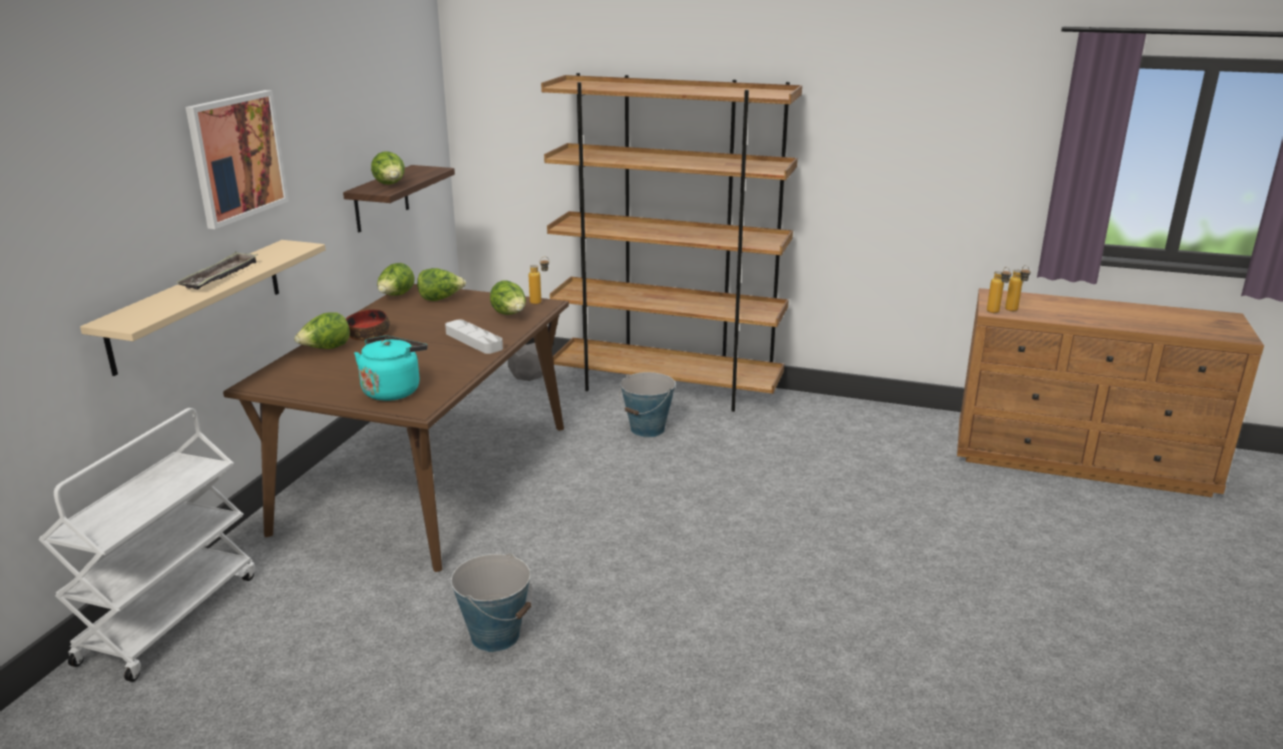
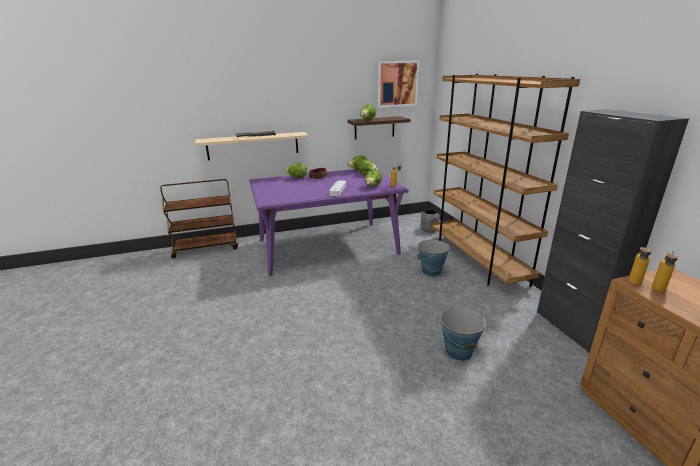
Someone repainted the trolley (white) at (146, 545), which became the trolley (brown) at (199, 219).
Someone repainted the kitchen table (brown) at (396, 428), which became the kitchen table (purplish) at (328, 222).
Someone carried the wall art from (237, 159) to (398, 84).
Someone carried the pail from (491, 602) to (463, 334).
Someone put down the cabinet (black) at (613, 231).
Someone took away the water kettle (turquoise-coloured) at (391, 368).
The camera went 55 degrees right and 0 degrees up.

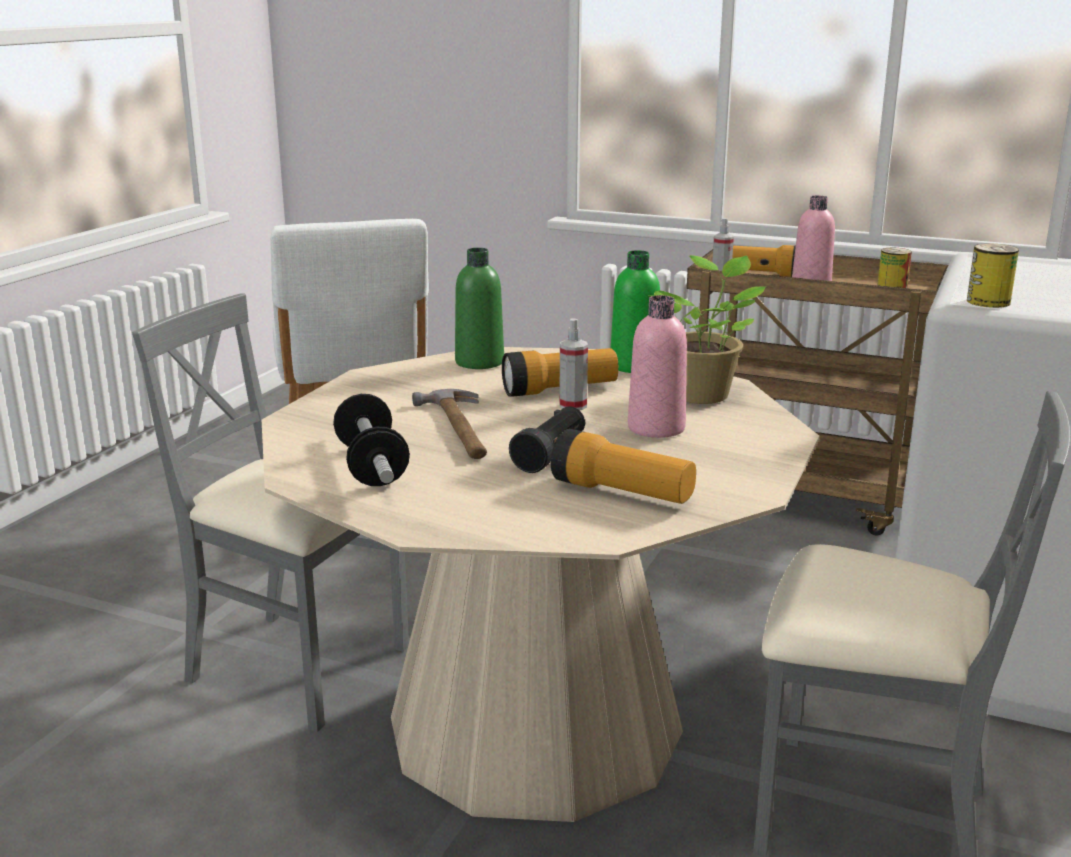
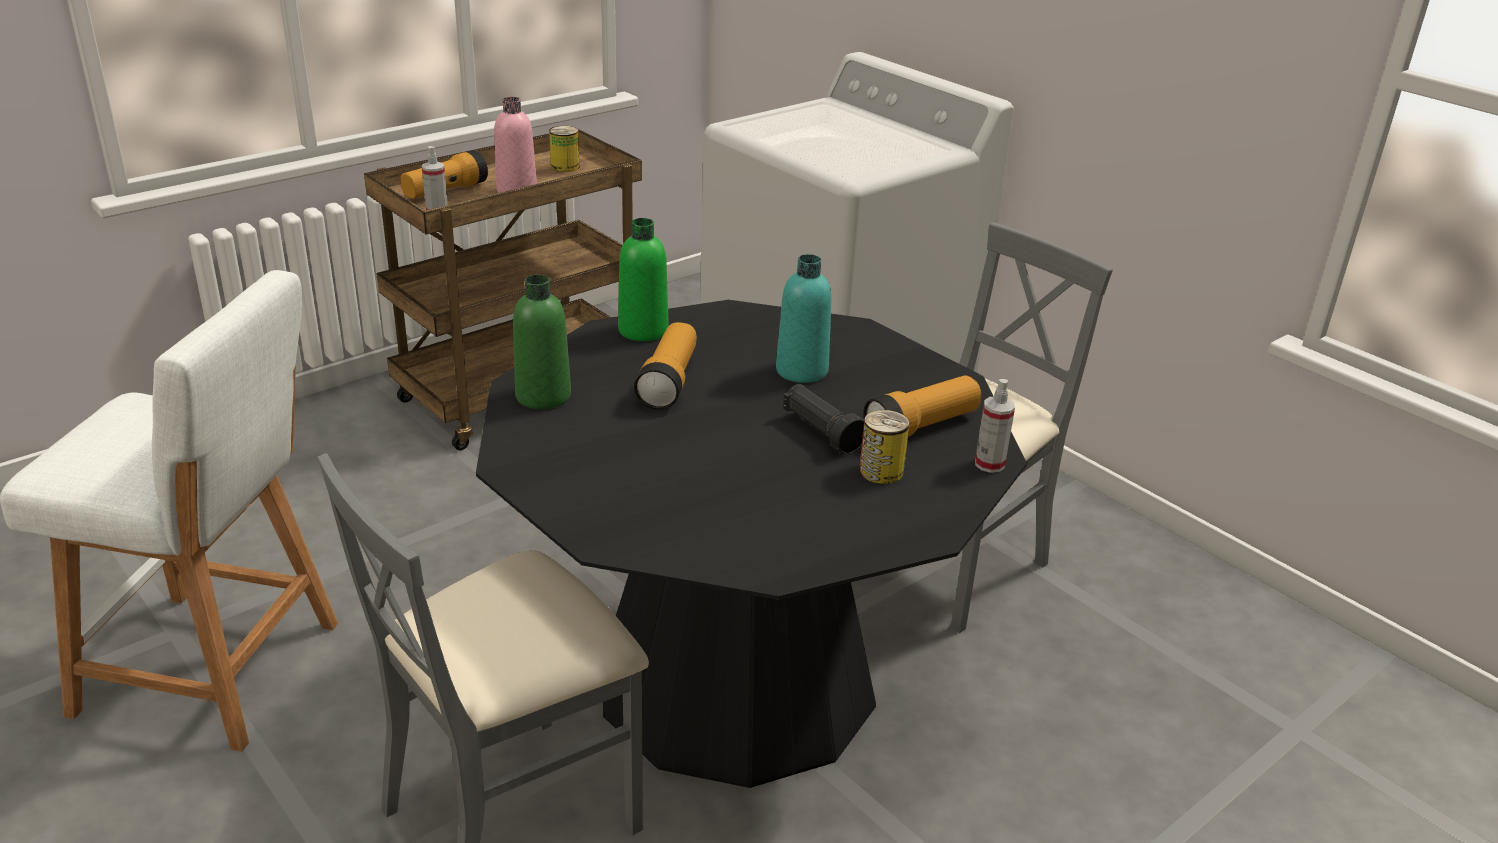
Someone repainted the kitchen table (beige-coloured) at (540, 584), which became the kitchen table (black) at (751, 544).
Someone repainted the drink bottle (pink) at (657, 366), which became the drink bottle (turquoise-coloured) at (804, 318).
Someone carried the sealed can from (993, 275) to (884, 447).
Someone carried the sprayer from (573, 364) to (995, 426).
Someone took away the dumbbell at (371, 440).
Someone took away the tool hammer at (449, 424).
Someone took away the potted plant at (707, 329).
The camera went 65 degrees left and 10 degrees up.

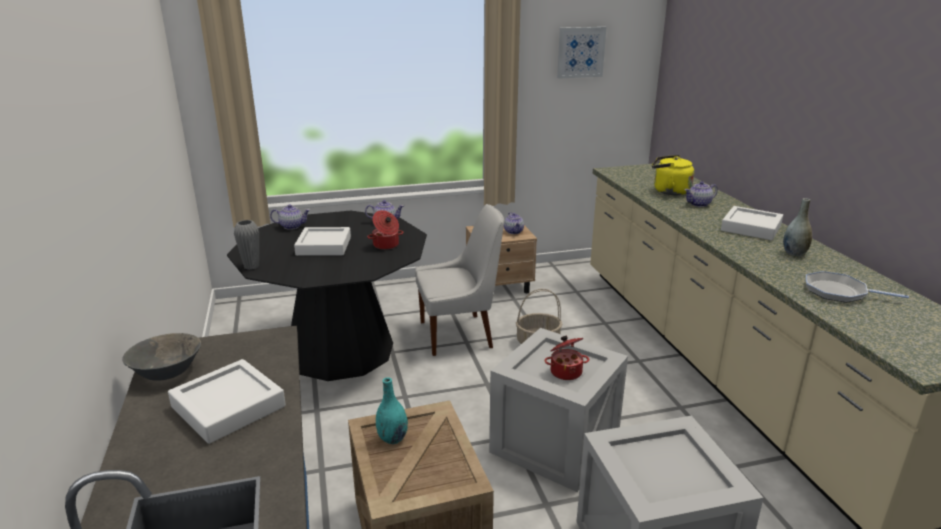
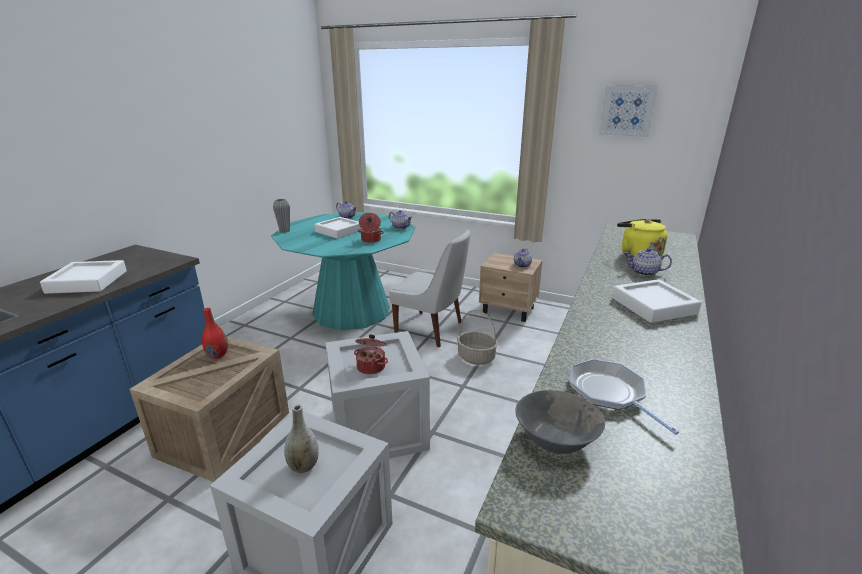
Someone repainted the vase (turquoise-coloured) at (392, 410), which became the vase (red-coloured) at (215, 333).
Someone repainted the kitchen table (black) at (327, 296), which became the kitchen table (turquoise-coloured) at (343, 271).
Someone carried the vase (gray) from (797, 227) to (301, 438).
Someone carried the serving bowl (gray) from (161, 357) to (560, 422).
The camera went 40 degrees right and 0 degrees up.

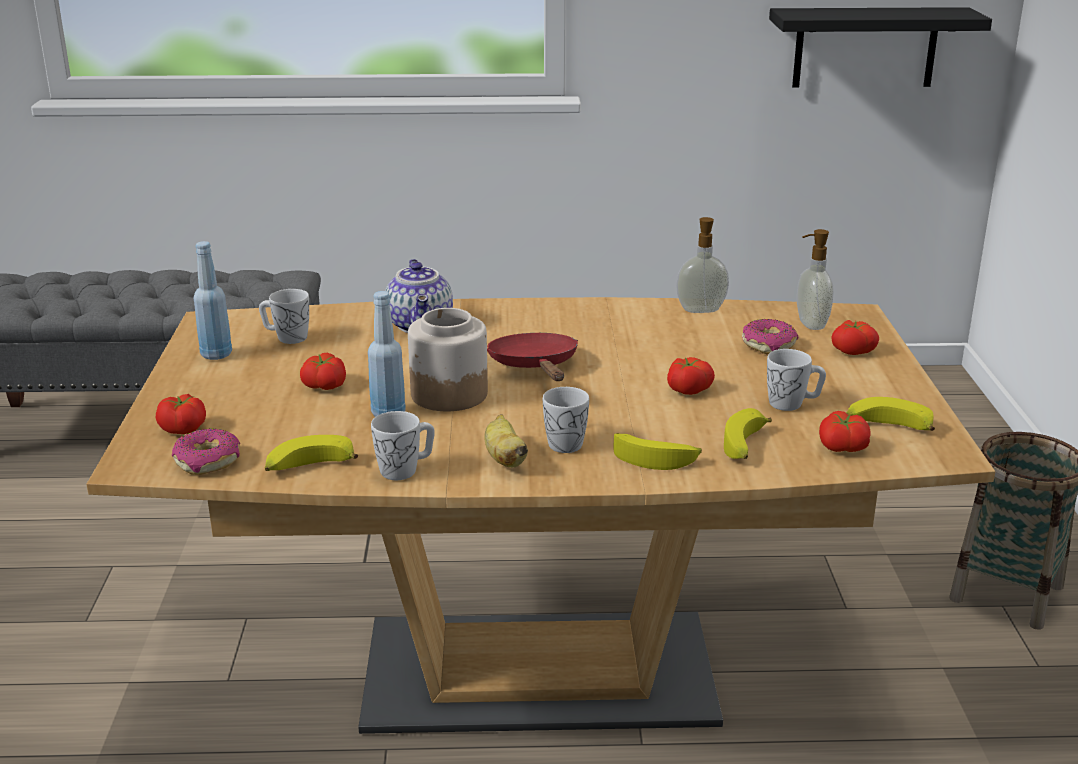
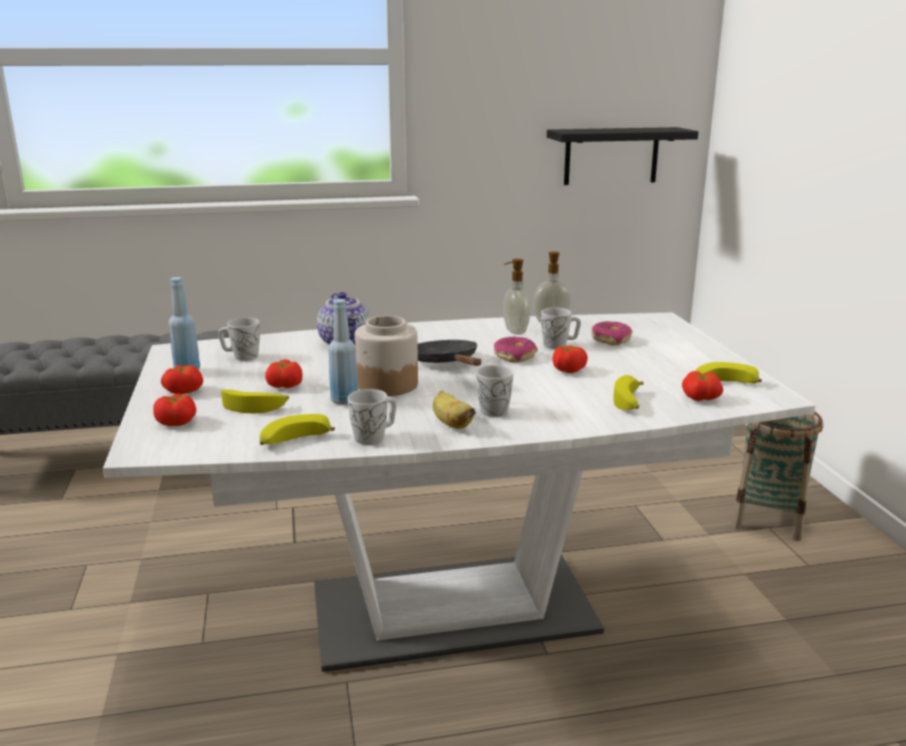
Someone repainted the kitchen table (brown) at (540, 515), which became the kitchen table (white) at (459, 492).
Someone carried the tomato from (855, 337) to (182, 379).
Someone carried the banana from (658, 451) to (255, 401).
Someone repainted the skillet (red-coloured) at (532, 357), which became the skillet (black) at (449, 353).
Someone carried the doughnut from (206, 451) to (516, 350).
Someone carried the liquid soap bottle from (815, 279) to (516, 297).
Someone carried the coffee mug (white) from (796, 380) to (561, 328).
The camera went 10 degrees left and 5 degrees down.

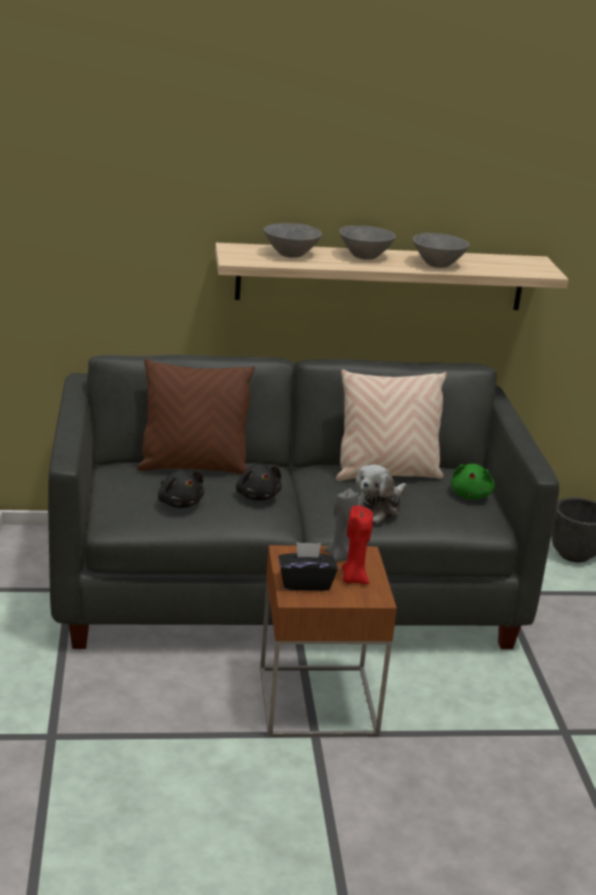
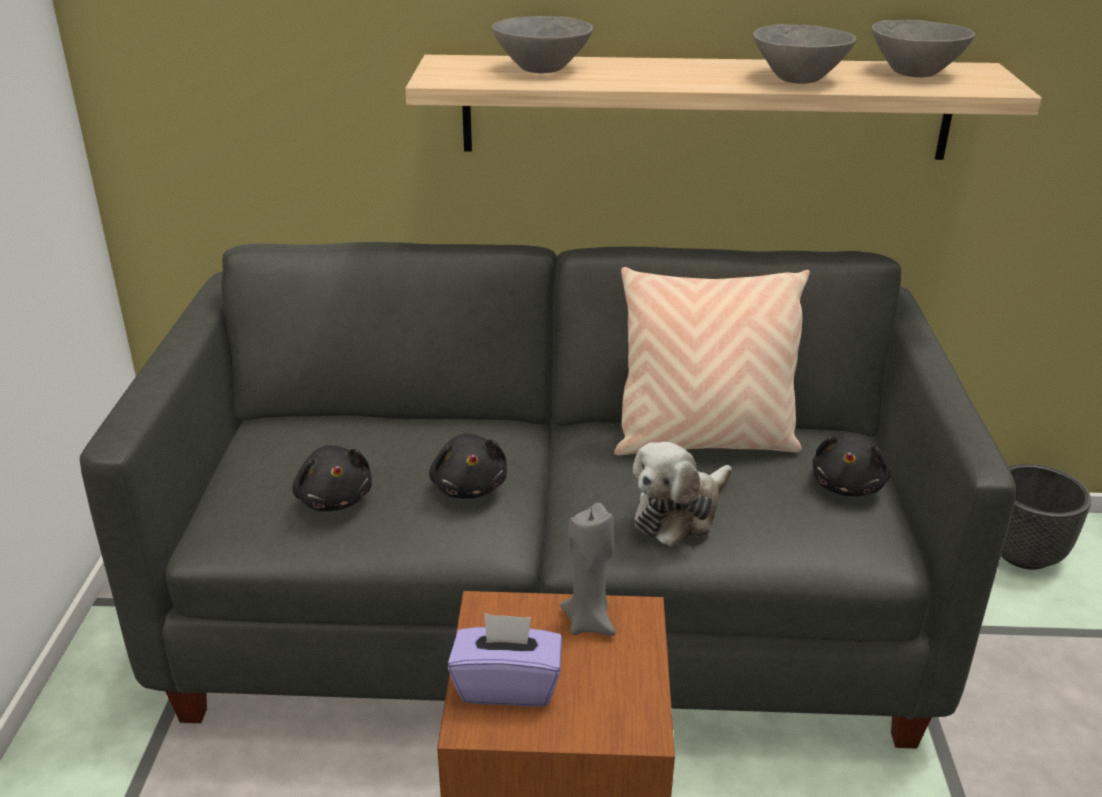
Someone repainted the tissue box (black) at (308, 566), which became the tissue box (purplish) at (505, 660).
Someone repainted the cuddly toy (green) at (473, 481), which became the cuddly toy (black) at (852, 465).
Someone carried the serving bowl (gray) from (367, 242) to (923, 48).
Someone took away the cushion (brown) at (196, 416).
Someone took away the wax candle (red-coloured) at (357, 544).
The camera went 10 degrees right and 5 degrees up.

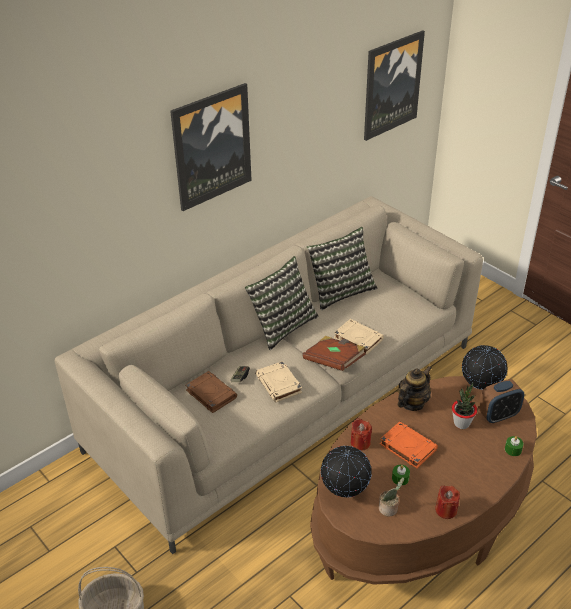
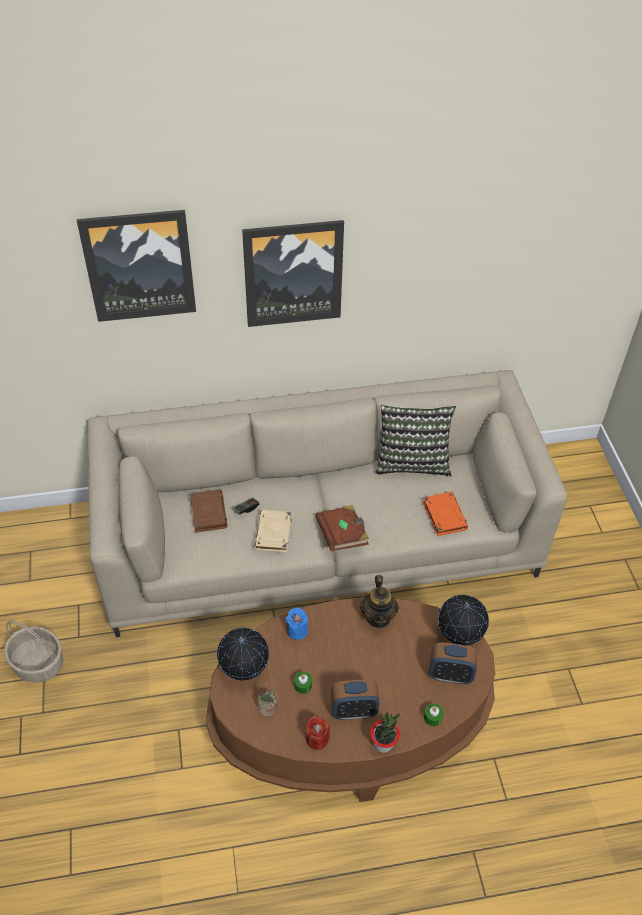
Someone carried the wall art from (394, 85) to (136, 266).
Someone repainted the wax candle (red-coloured) at (361, 434), which became the wax candle (bluish) at (296, 624).
Someone put down the table clock at (355, 699).
Someone rotated the tea pot at (414, 388) by 105 degrees clockwise.
Someone carried the potted plant from (464, 405) to (385, 733).
Someone carried the volume (orangey) from (409, 444) to (445, 514).
Someone took away the cushion at (282, 303).
Someone took away the volume (beige-coloured) at (359, 337).
The camera went 30 degrees right and 10 degrees up.

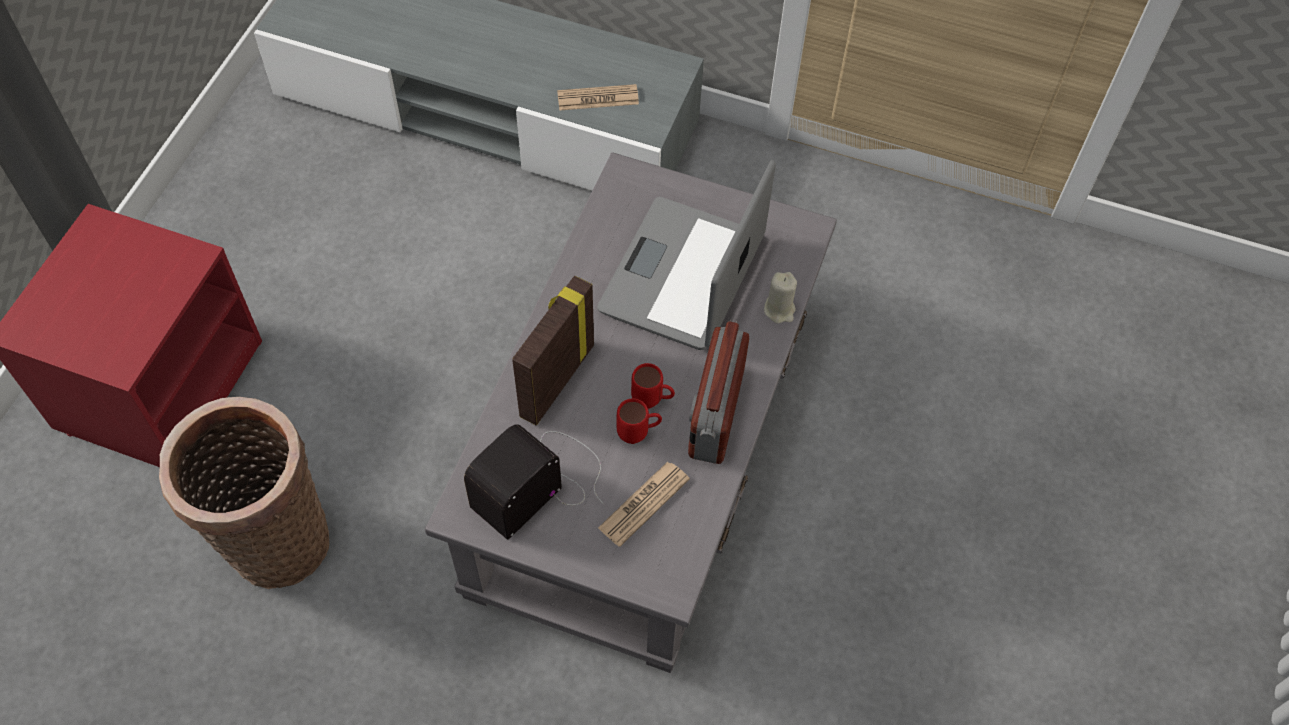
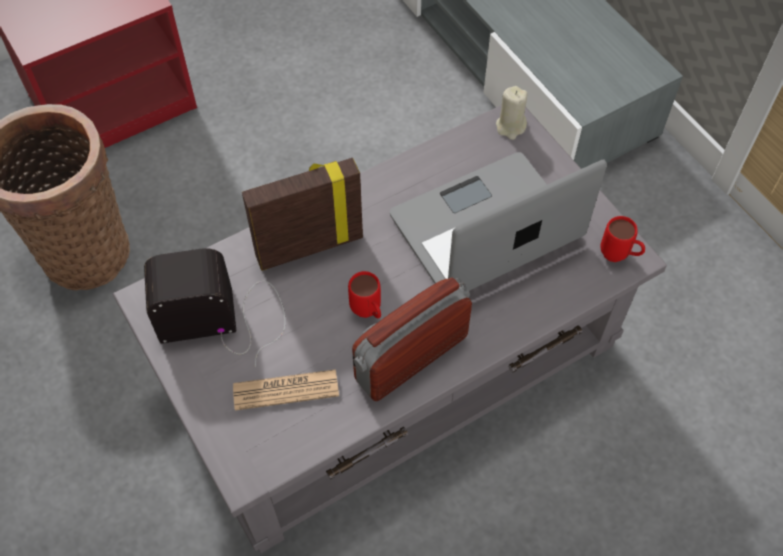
Someone carried the wax candle (beige-coloured) from (780, 298) to (512, 113).
Someone carried the coffee mug (red-coloured) from (639, 421) to (622, 239).
Someone took away the newspaper at (598, 97).
The camera went 40 degrees right and 0 degrees up.

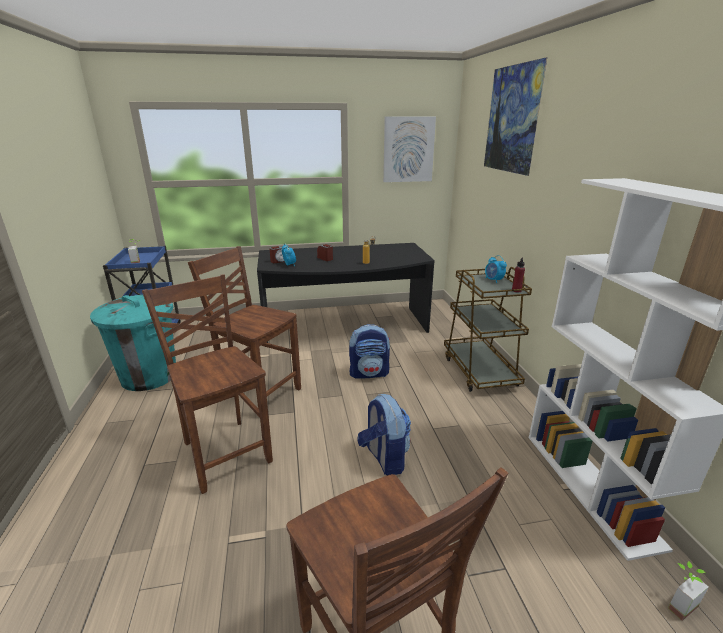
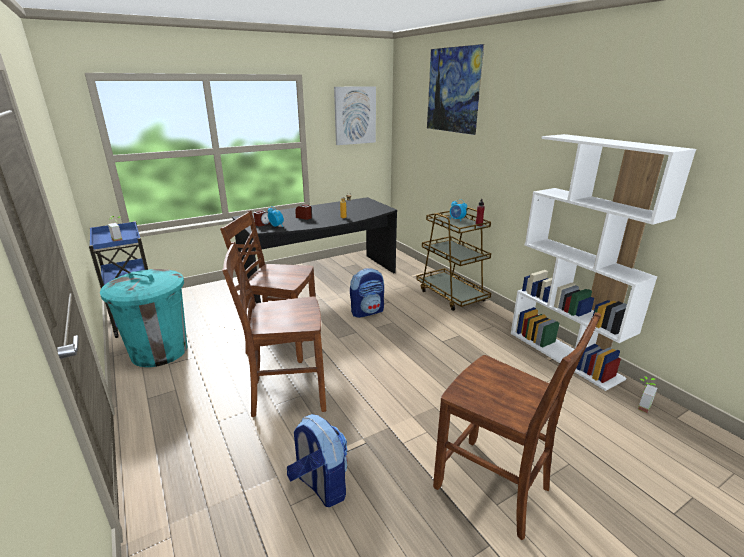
Someone rotated the chair (brown) at (207, 384) by 45 degrees counterclockwise.
Someone carried the backpack from (384, 434) to (317, 460).
The camera went 20 degrees left and 0 degrees up.

